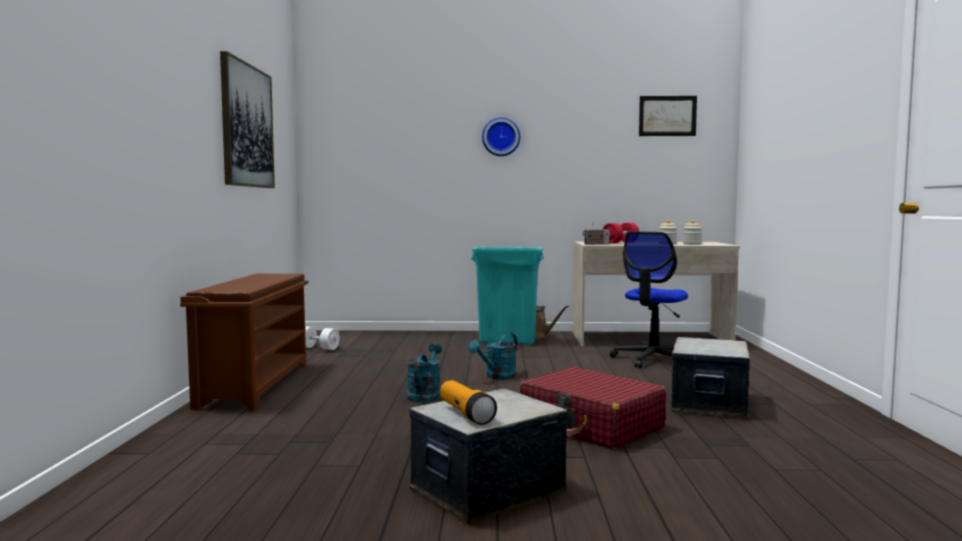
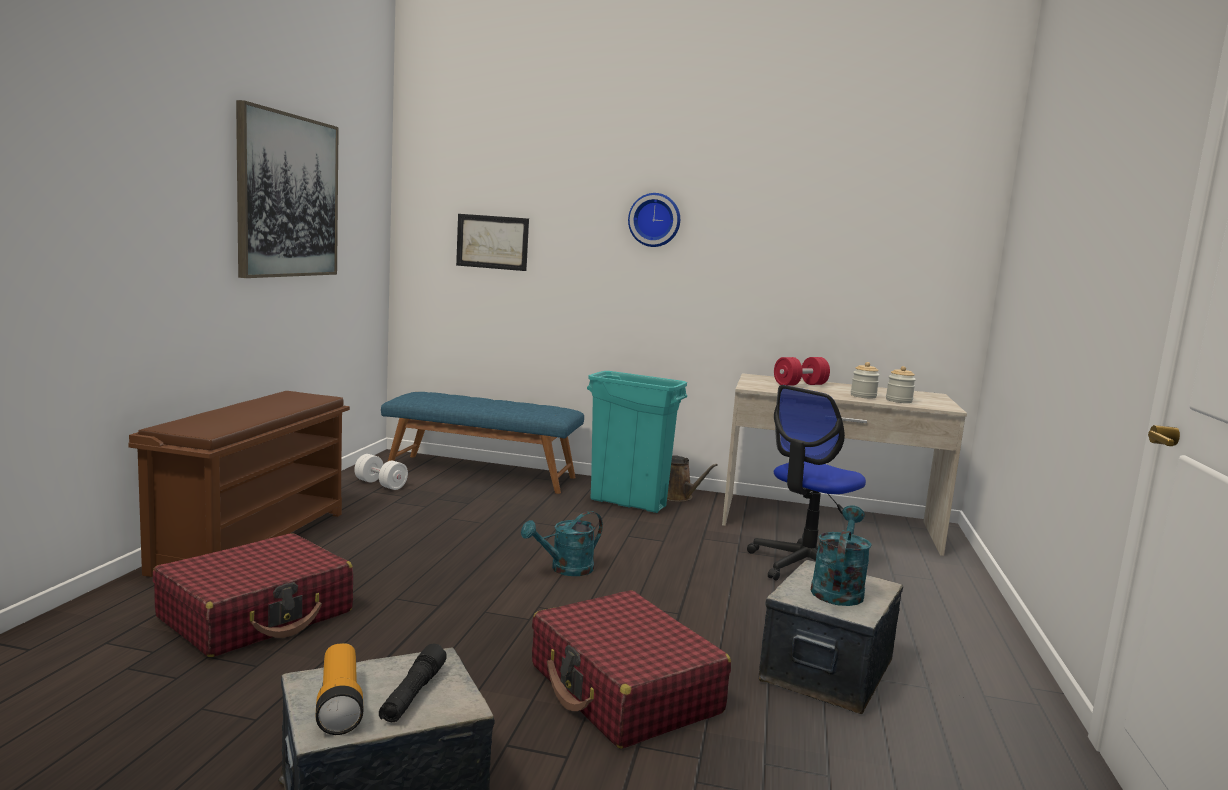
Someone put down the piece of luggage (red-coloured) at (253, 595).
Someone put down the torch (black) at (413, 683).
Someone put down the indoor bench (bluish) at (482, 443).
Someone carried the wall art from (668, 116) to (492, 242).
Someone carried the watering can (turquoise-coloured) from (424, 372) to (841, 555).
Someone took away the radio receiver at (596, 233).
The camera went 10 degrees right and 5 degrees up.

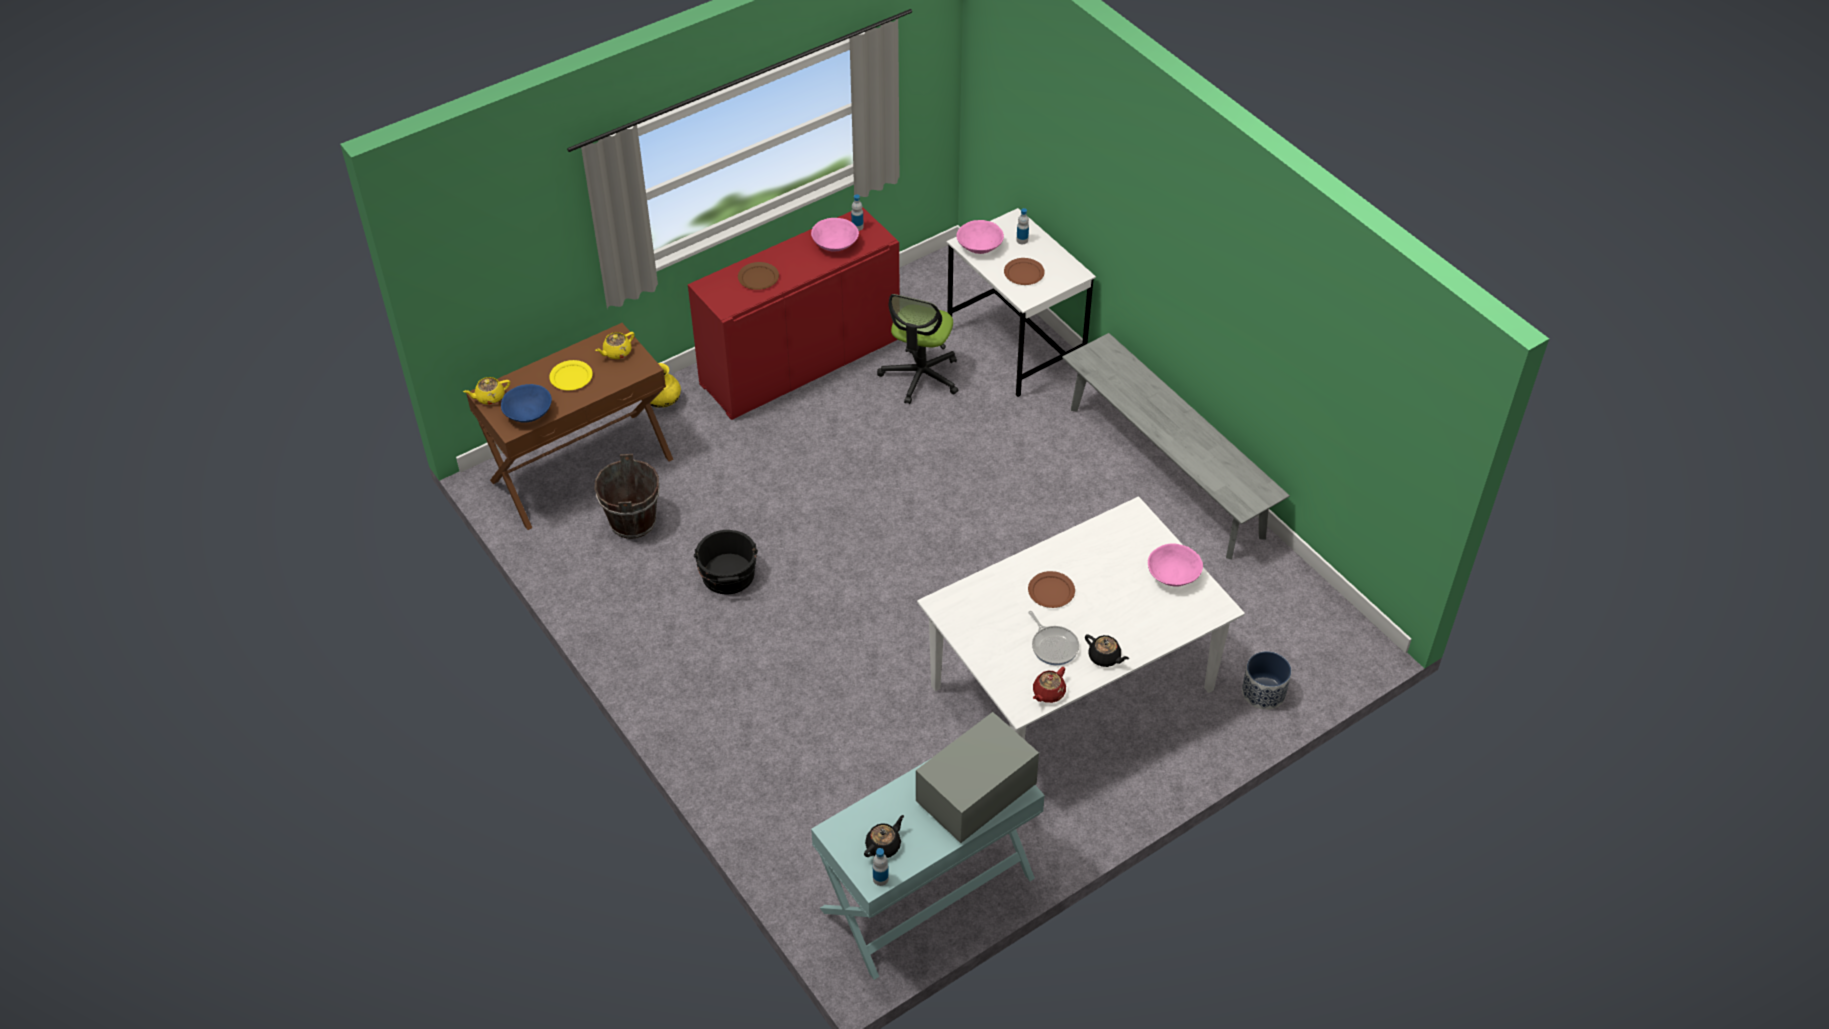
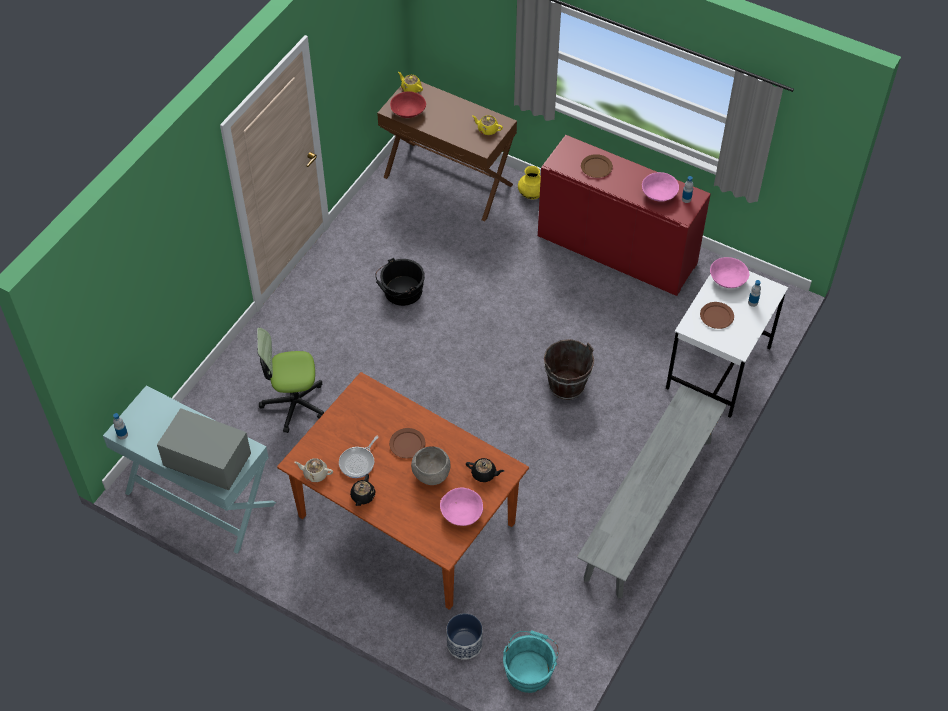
Someone carried the computer chair from (917, 349) to (290, 380).
Someone repainted the kitchen table (white) at (1081, 618), which became the kitchen table (brown) at (403, 491).
Someone repainted the tea pot (red-coloured) at (1049, 685), which became the tea pot (beige-coloured) at (313, 470).
Someone repainted the serving bowl (bluish) at (526, 403), which became the serving bowl (red-coloured) at (408, 104).
Someone put down the serving bowl (gray) at (431, 465).
Someone carried the tea pot (black) from (884, 836) to (485, 470).
Someone put down the pail (turquoise-coloured) at (531, 661).
Someone carried the pail (brown) from (627, 496) to (569, 369).
Someone took away the dinner plate (yellowish) at (571, 375).
The camera went 65 degrees right and 5 degrees up.

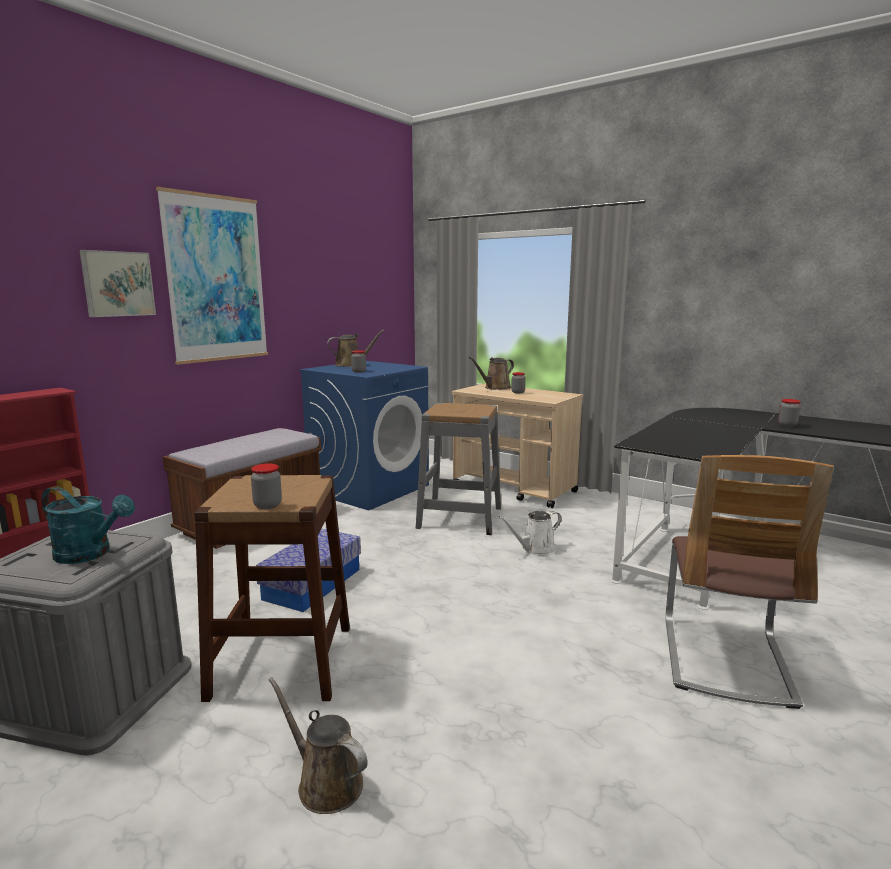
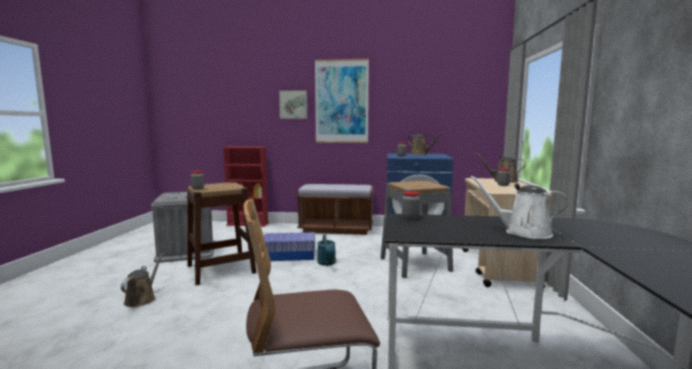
Someone carried the watering can (turquoise-coloured) from (88, 525) to (326, 250).
Someone carried the jar from (789, 413) to (411, 205).
Someone carried the watering can (white) from (530, 533) to (519, 207).
The camera went 60 degrees right and 5 degrees down.

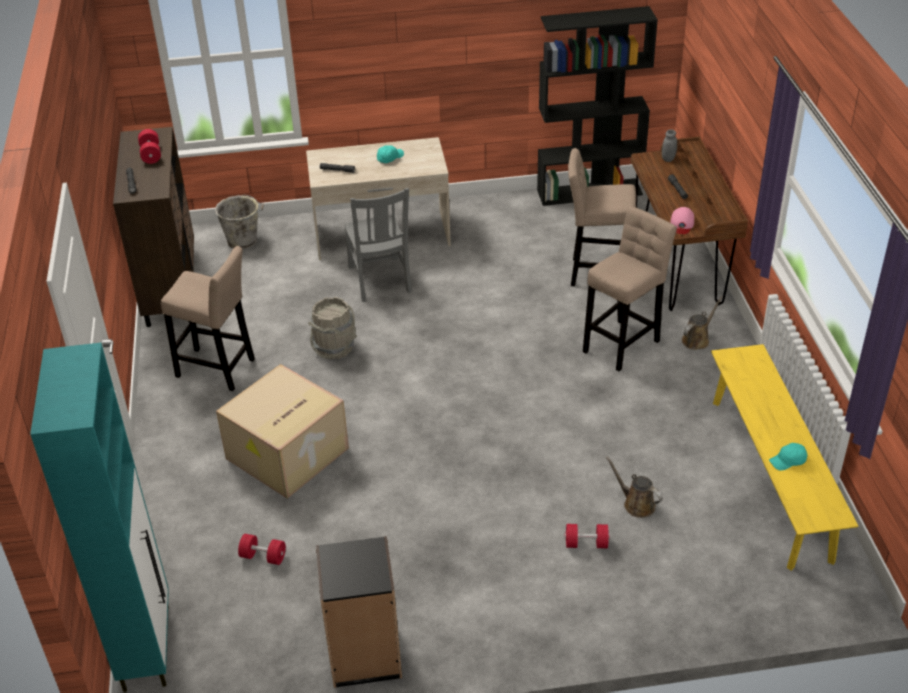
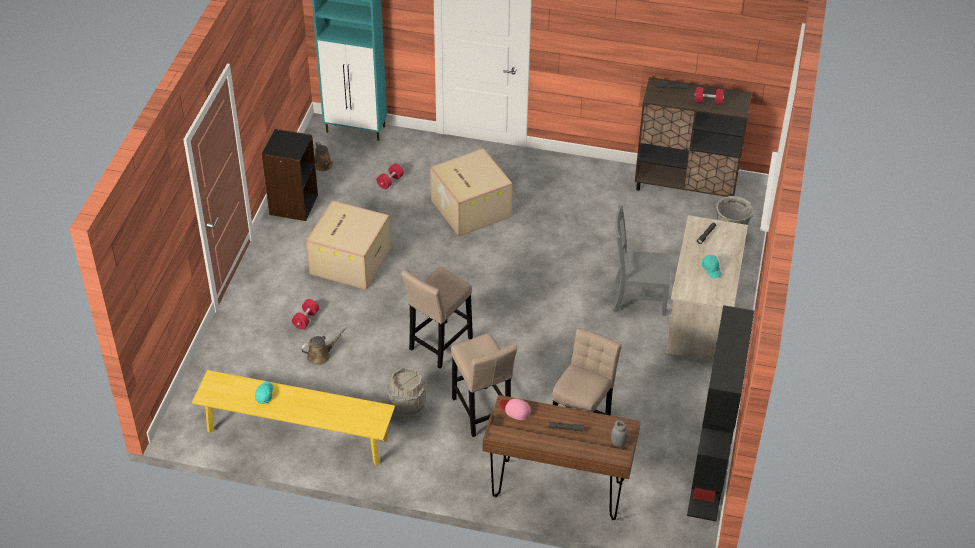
Someone put down the carton at (348, 245).
Someone carried the watering can (brown) from (702, 323) to (323, 156).
Someone carried the pail (gray) from (332, 328) to (406, 393).
Someone carried the stool (beige-coloured) from (208, 318) to (437, 318).
The camera went 110 degrees right and 5 degrees up.

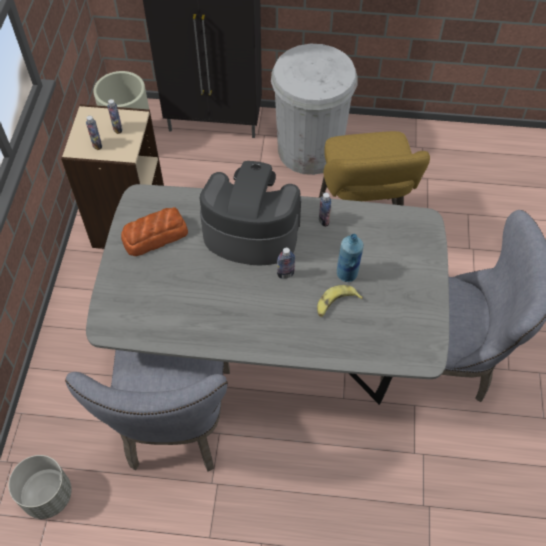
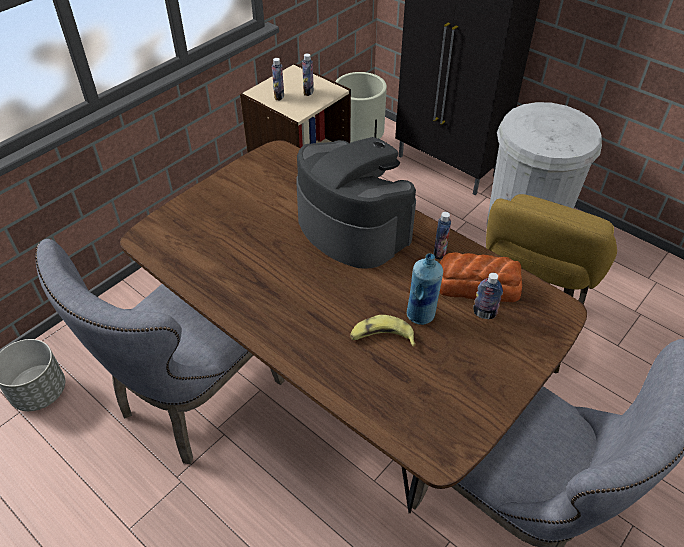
Someone repainted the kitchen table (gray) at (267, 294), which became the kitchen table (brown) at (353, 326).
Someone carried the bakery bread from (154, 231) to (480, 277).
Someone carried the drink bottle from (286, 263) to (488, 296).
The camera went 35 degrees right and 10 degrees down.

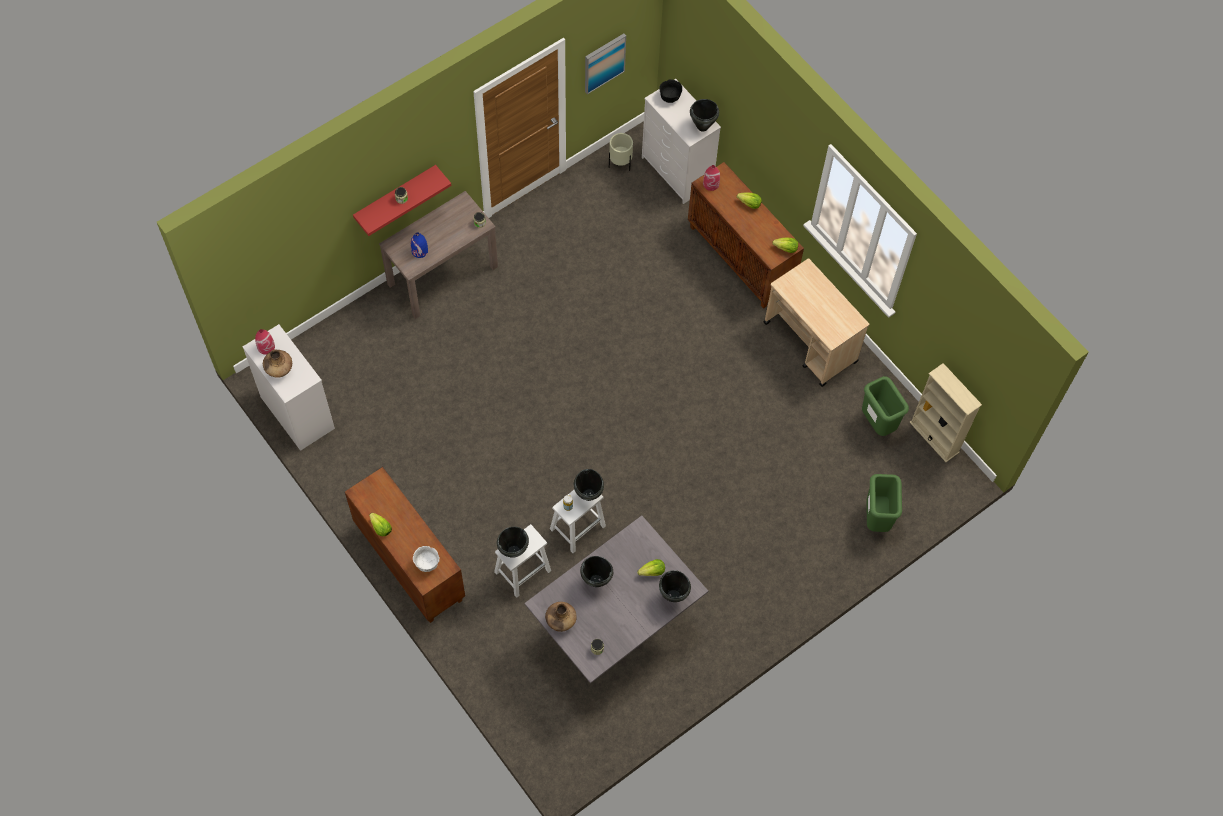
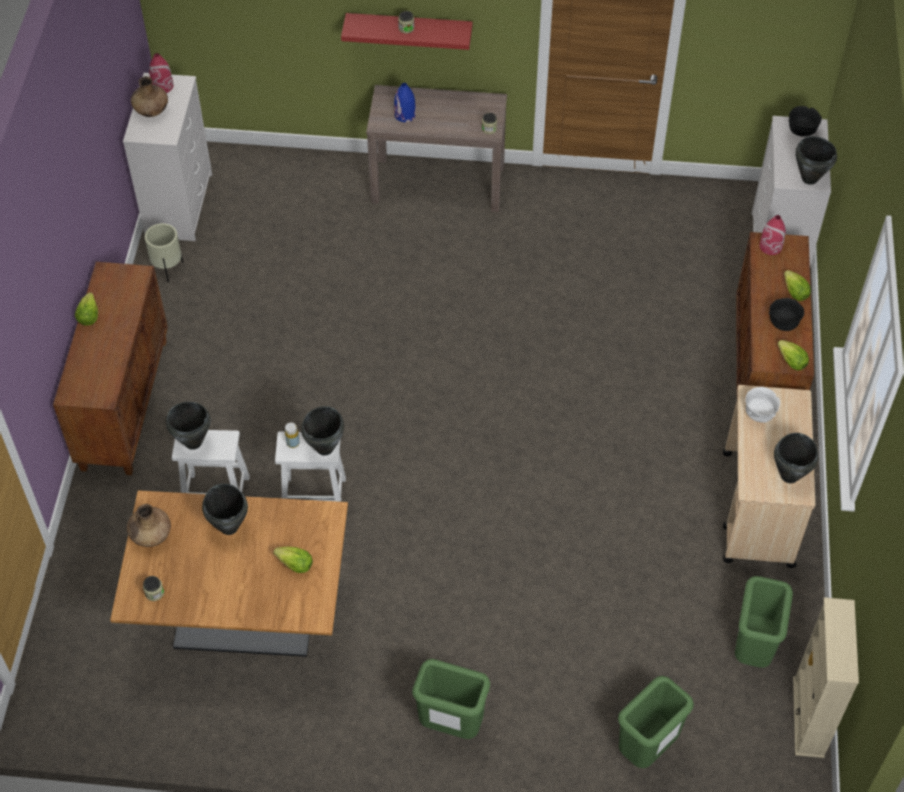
Someone repainted the kitchen table (gray) at (616, 599), which became the kitchen table (brown) at (229, 573).
Someone carried the flower pot (beige-coloured) from (621, 152) to (164, 252).
Someone put down the rubbish bin (green) at (451, 699).
Someone carried the serving bowl (white) from (426, 559) to (762, 405).
Someone put down the serving bowl (black) at (786, 314).
Someone carried the cooking pot (black) from (675, 586) to (796, 458).
Someone took away the wall art at (605, 64).
The camera went 45 degrees right and 10 degrees down.

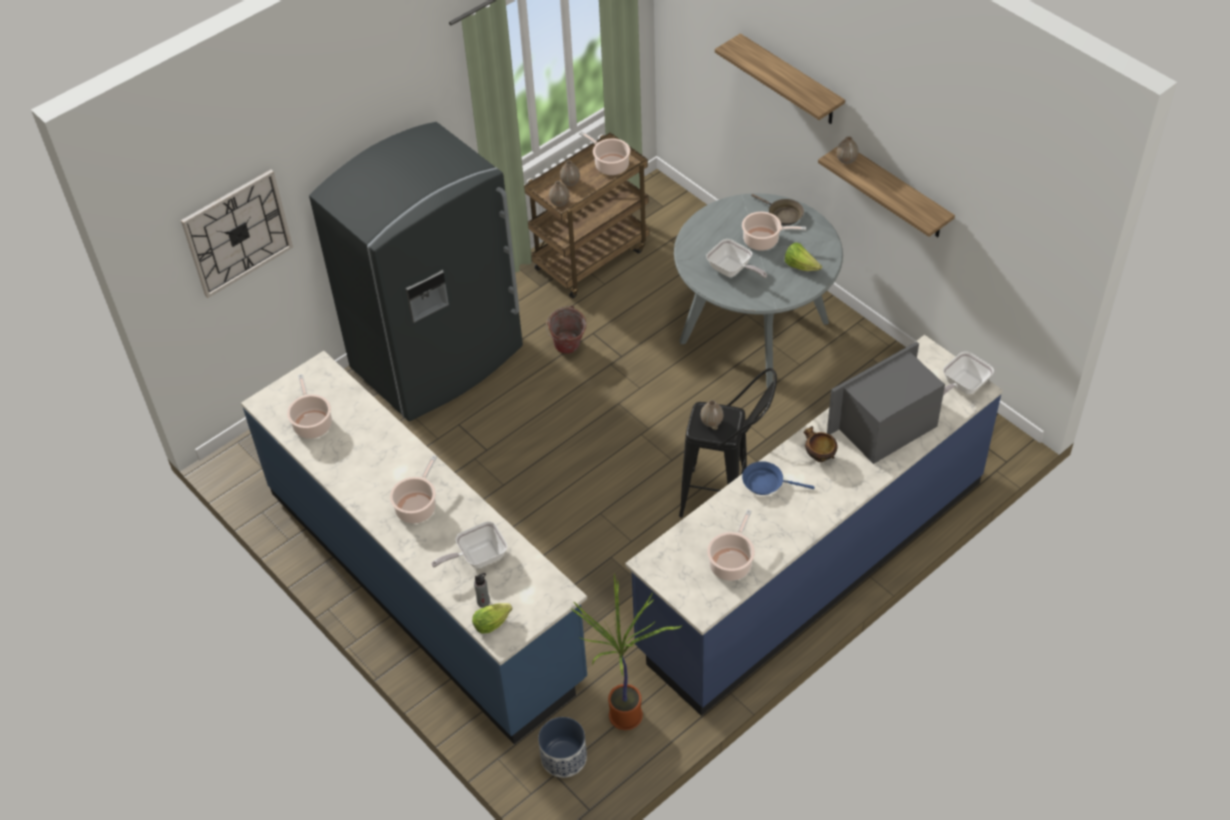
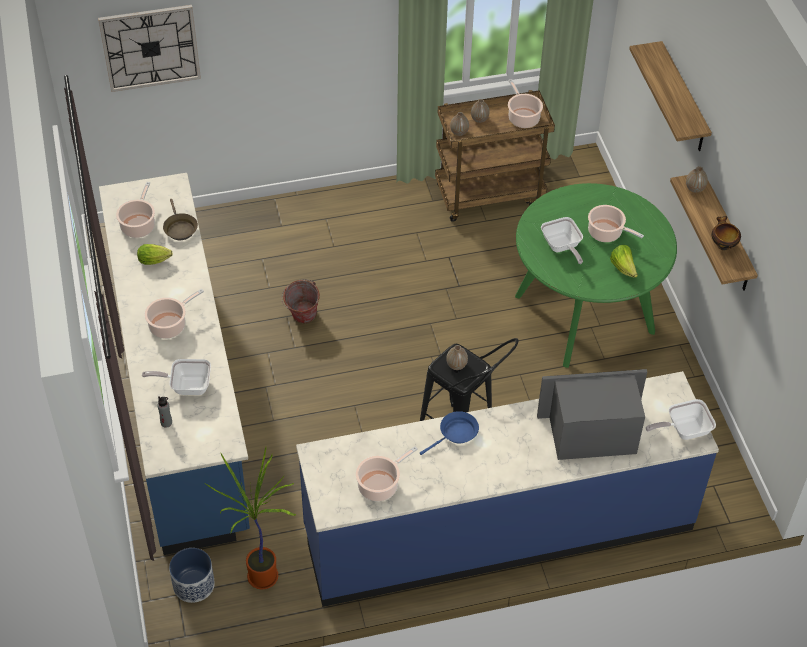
Someone carried the lettuce head from (492, 618) to (155, 254).
Someone carried the skillet (brown) from (777, 210) to (180, 219).
Someone carried the pail from (566, 330) to (300, 301).
Someone rotated the skillet (bluish) at (778, 478) by 105 degrees clockwise.
Someone repainted the kitchen table (gray) at (758, 290), which became the kitchen table (green) at (596, 275).
Someone carried the serving bowl from (820, 444) to (726, 233).
Someone took away the refrigerator (gray) at (416, 271).
The camera went 25 degrees right and 0 degrees up.

